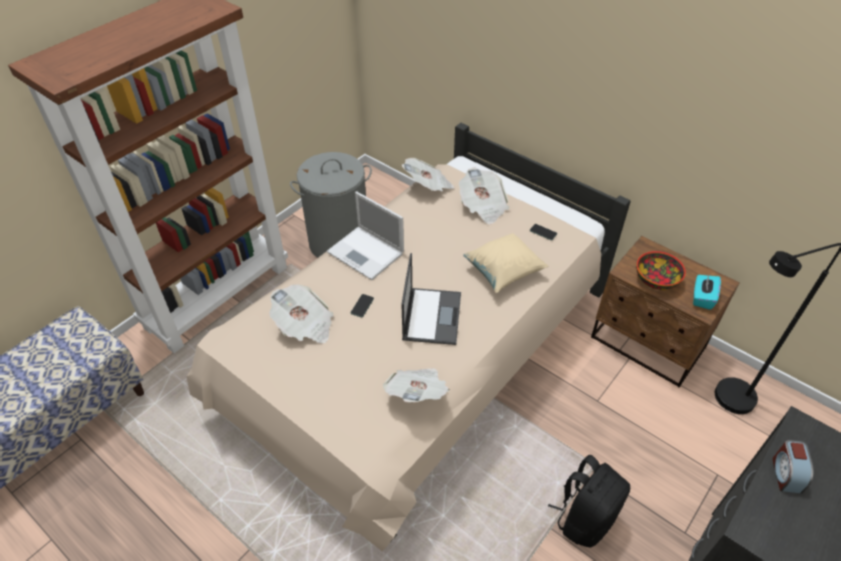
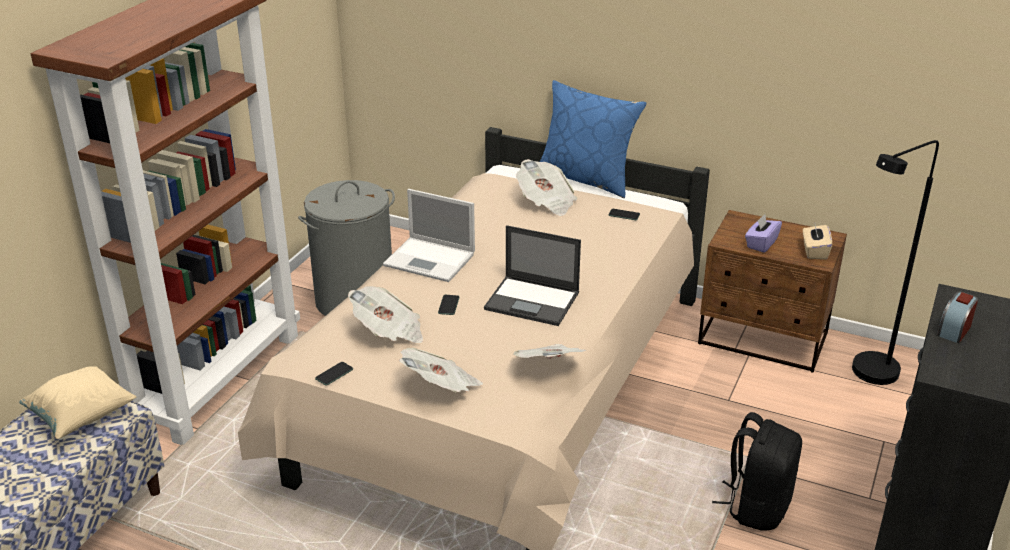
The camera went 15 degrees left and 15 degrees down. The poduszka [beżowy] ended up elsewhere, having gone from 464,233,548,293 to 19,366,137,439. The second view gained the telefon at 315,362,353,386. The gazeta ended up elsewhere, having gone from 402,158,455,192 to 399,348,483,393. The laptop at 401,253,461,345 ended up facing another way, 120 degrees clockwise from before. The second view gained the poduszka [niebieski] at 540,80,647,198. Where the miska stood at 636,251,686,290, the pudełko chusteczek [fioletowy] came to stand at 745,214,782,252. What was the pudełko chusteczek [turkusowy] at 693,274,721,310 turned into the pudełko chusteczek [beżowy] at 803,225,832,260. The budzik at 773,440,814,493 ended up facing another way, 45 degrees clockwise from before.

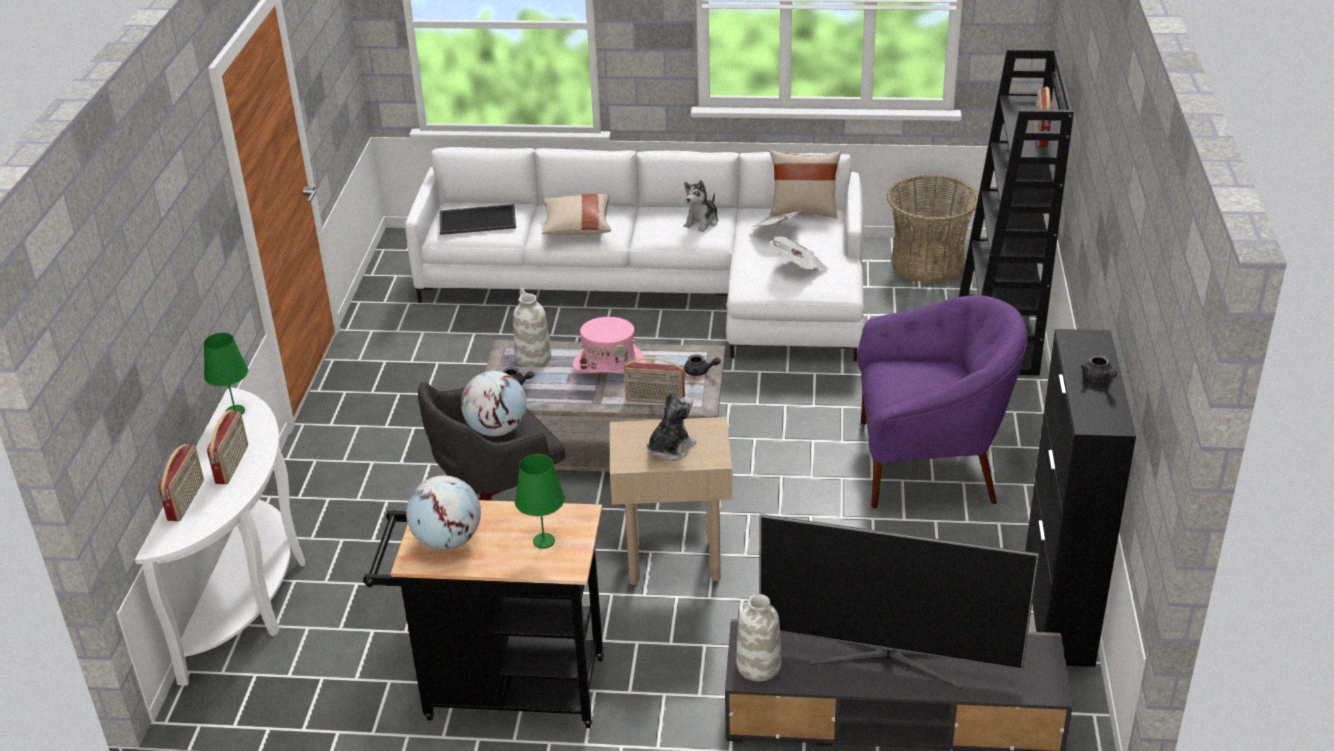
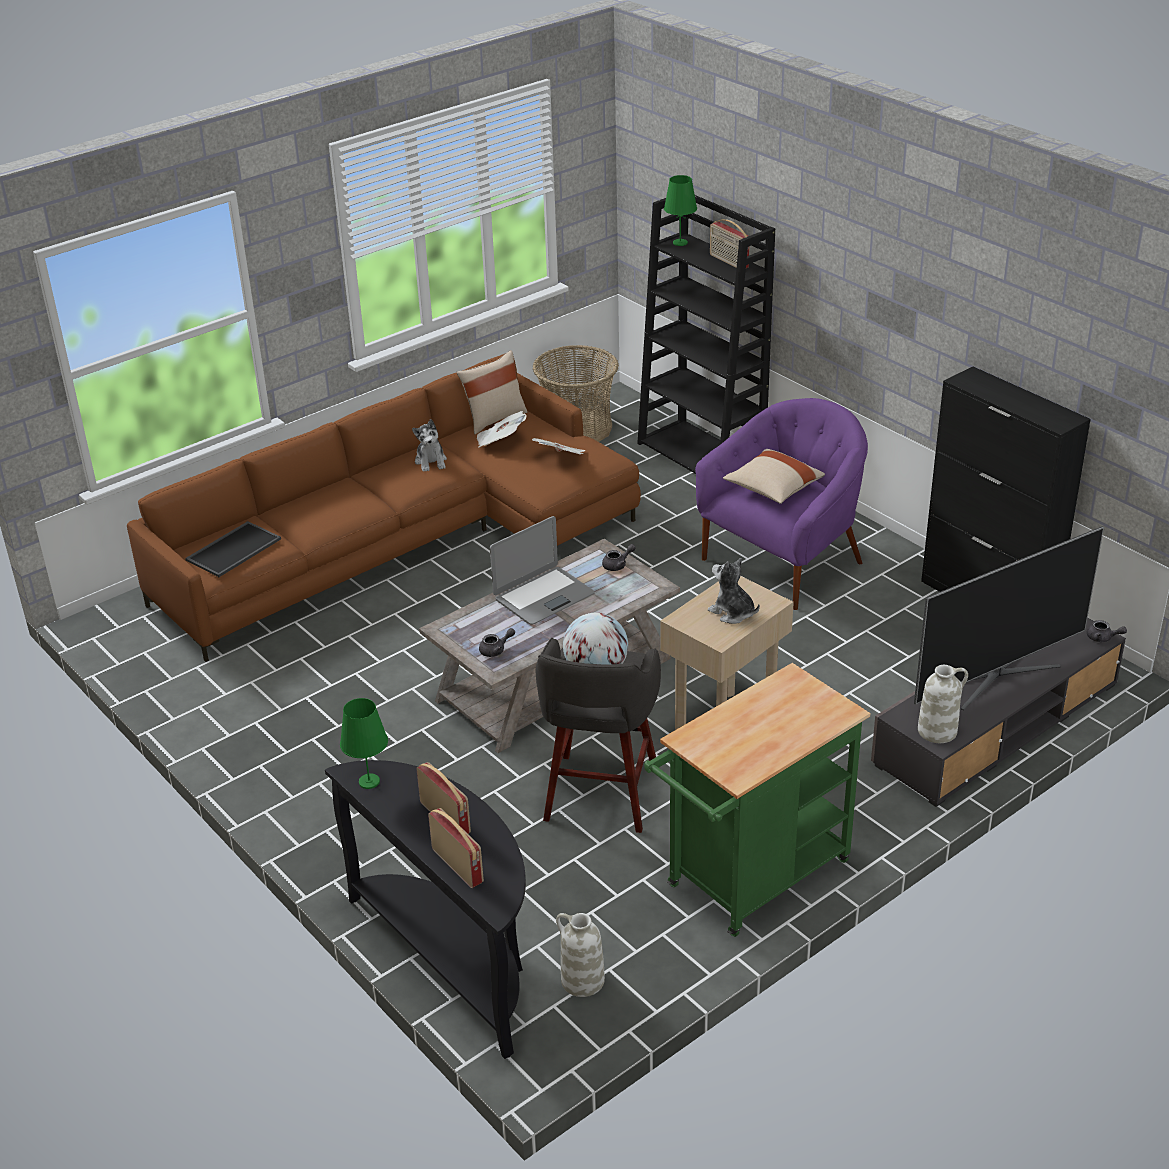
The camera went 45 degrees left and 0 degrees up. What was the kanapa [biały] at 405,147,864,362 turned into the kanapa [brązowy] at 127,353,641,662. What was the stolik konsolowy [biały] at 135,387,305,686 turned into the stolik konsolowy [czarny] at 325,760,526,1059. Where the kapelusz [różowy] stood at 573,317,646,374, the laptop came to stand at 490,516,595,625. The wazon [biały] ended up elsewhere, having gone from 513,288,551,367 to 556,913,605,997. What was the wózek [czarny] at 363,500,604,728 turned into the wózek [zielony] at 644,663,870,937. The lampa stołowa [zielony] ended up elsewhere, having gone from 515,454,565,549 to 664,175,697,246. The pluszak at 647,391,696,461 ended up facing another way, 45 degrees counterclockwise from before. The poduszka [beżowy] ended up elsewhere, having gone from 542,194,611,235 to 723,449,825,504. The imbryk [szary] ended up elsewhere, having gone from 1081,355,1117,381 to 1087,620,1127,642. The second view lost the globus at 406,476,481,550. The second view lost the radio at 624,357,685,404.

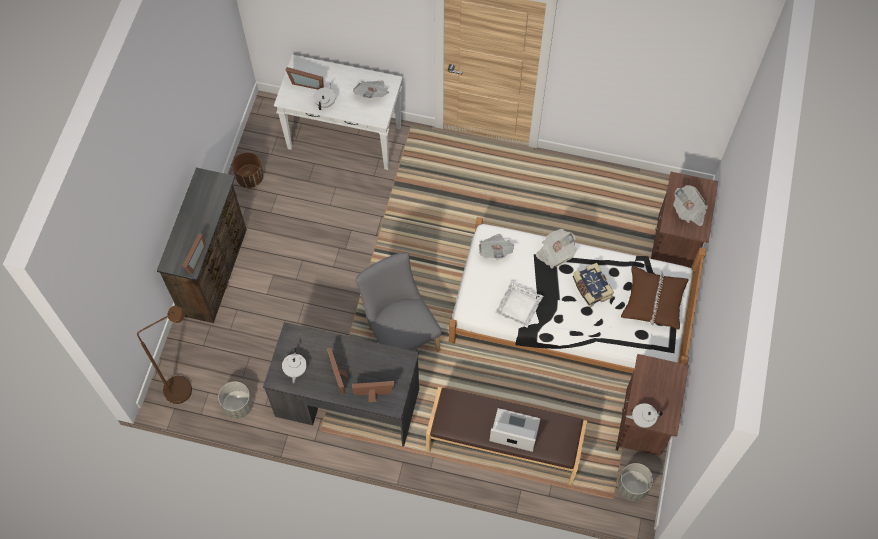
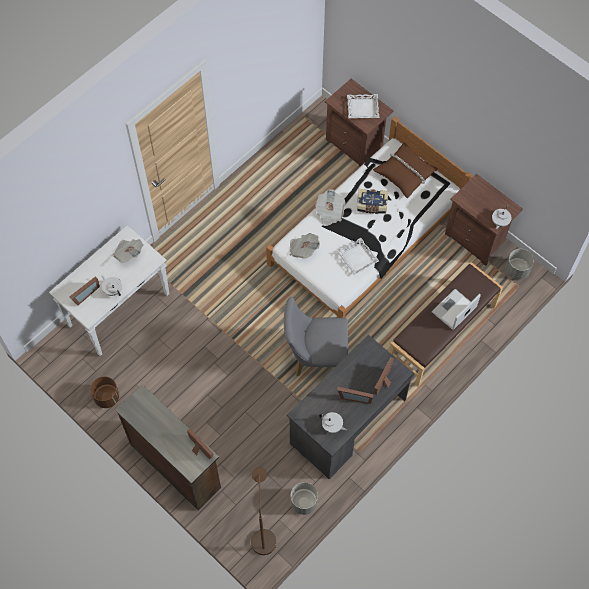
The camera went 60 degrees left and 0 degrees up. Where the gazeta stood at 673,185,708,226, the taca [biały] came to stand at 347,94,379,118.

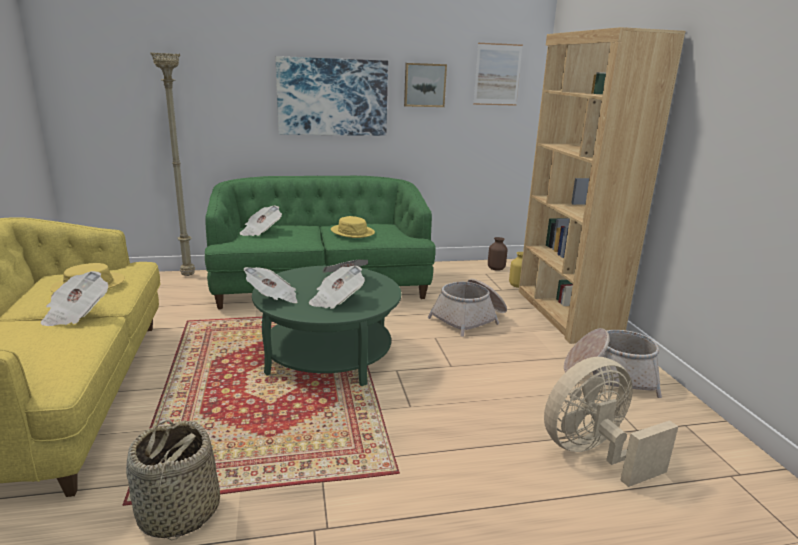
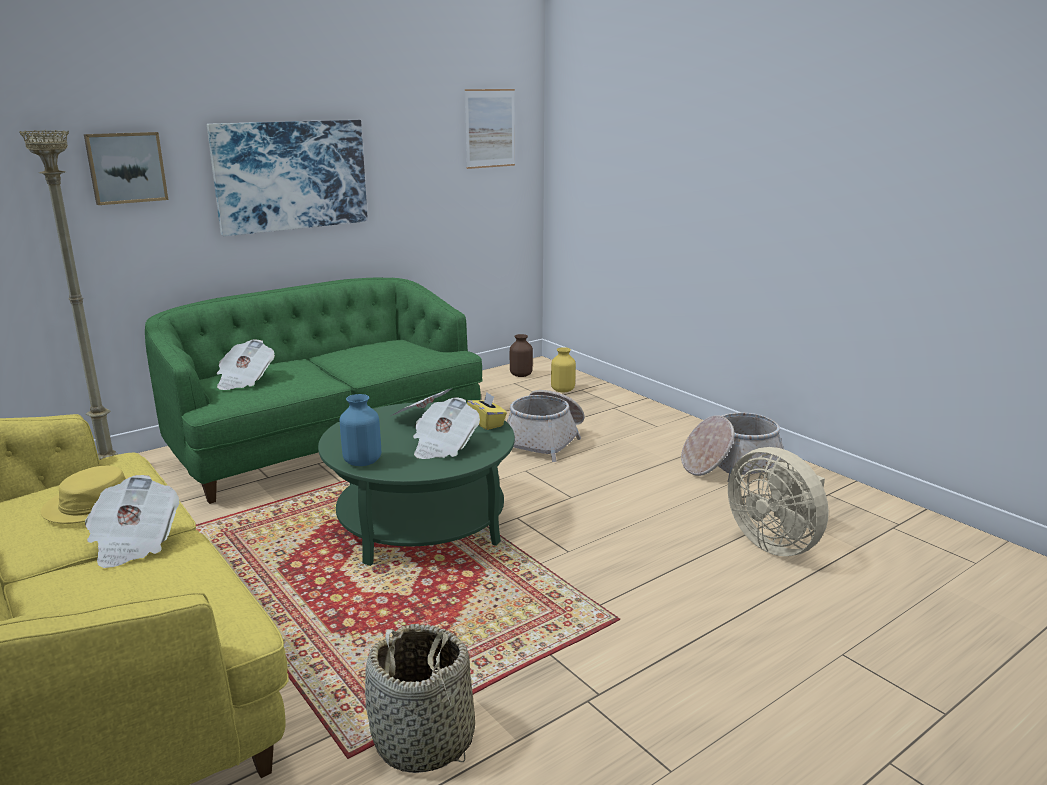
The camera went 25 degrees left and 0 degrees up. The obraz ended up elsewhere, having gone from 404,63,447,107 to 84,132,168,205. Where the gazeta stood at 244,267,297,303, the wazon [niebieski] came to stand at 340,394,381,466. The second view gained the pudełko chusteczek [żółty] at 467,392,507,430. The wentylator [beżowy] at 544,357,678,487 ended up facing another way, 75 degrees counterclockwise from before. The second view lost the kapelusz [żółty] at 331,216,375,238. The second view lost the regał [brązowy] at 519,27,686,344.

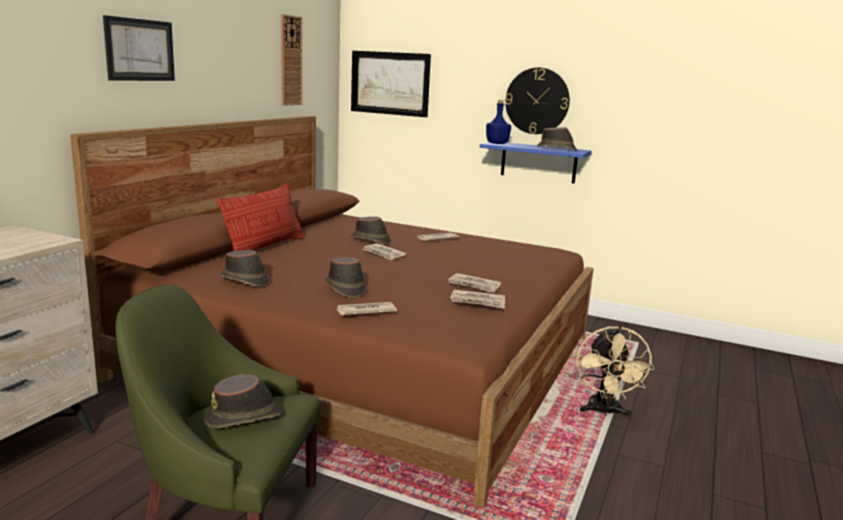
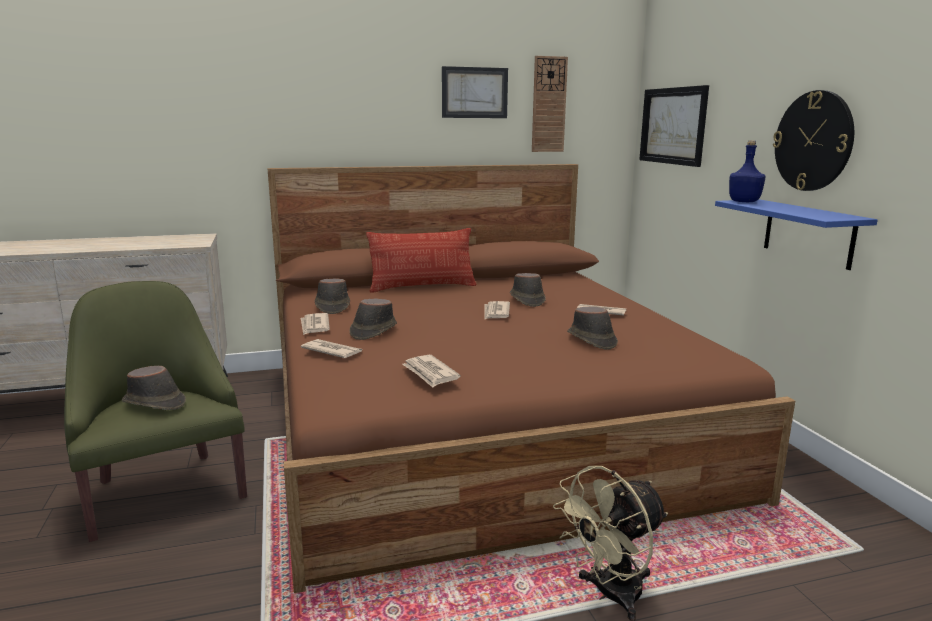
The camera went 50 degrees right and 0 degrees up. The gazeta ended up elsewhere, having gone from 448,273,501,293 to 301,313,330,335. The obraz ended up elsewhere, having gone from 103,15,175,81 to 442,66,508,118. The kapelusz [brązowy] ended up elsewhere, having gone from 537,127,577,151 to 567,307,618,350.

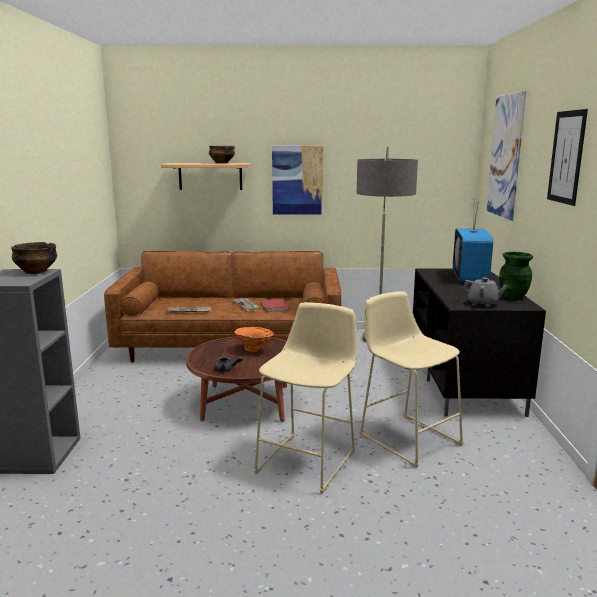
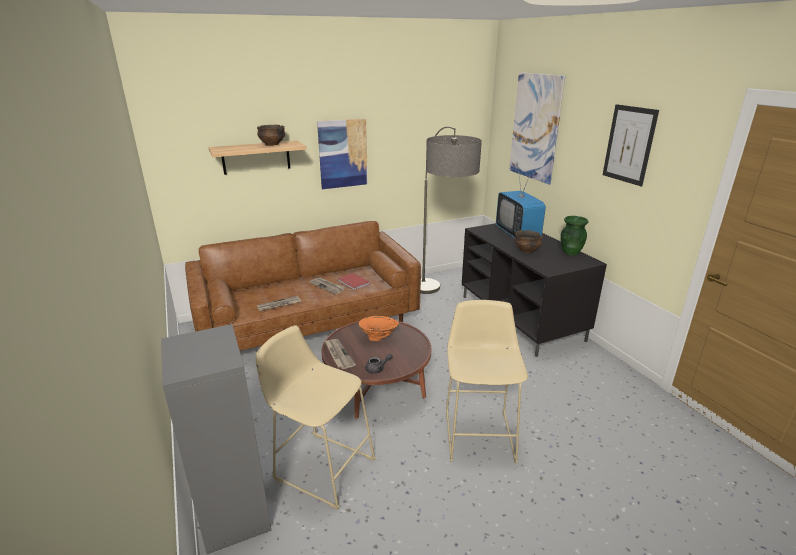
The camera went 25 degrees left and 10 degrees up. The stołek [beżowy] ended up elsewhere, having gone from 359,291,464,468 to 256,325,376,510. The second view gained the gazeta at 324,339,356,369. The miska ended up elsewhere, having gone from 11,242,57,274 to 515,230,543,253. The second view lost the imbryk [szary] at 462,277,508,307.

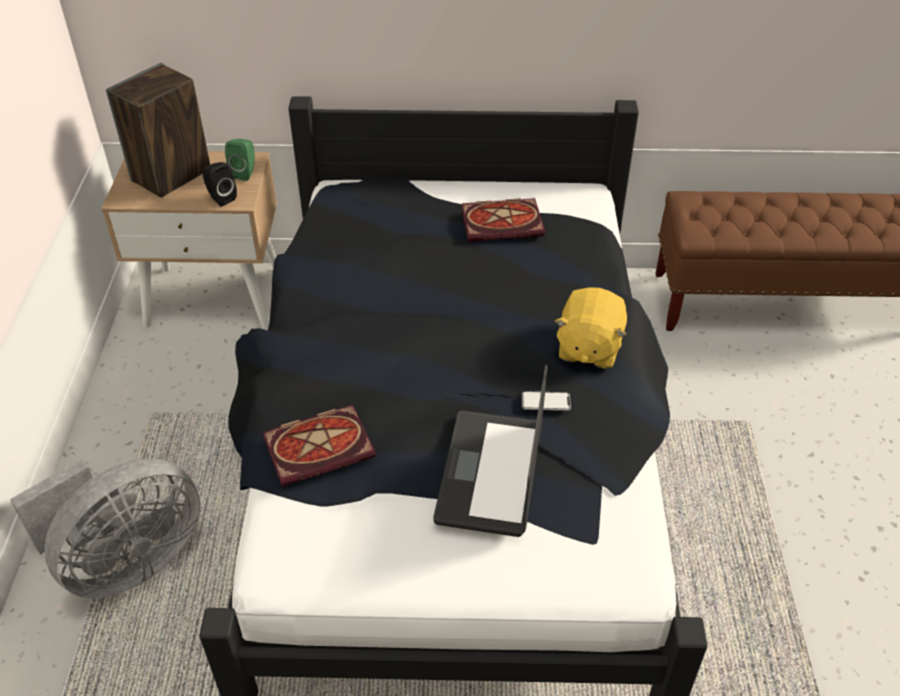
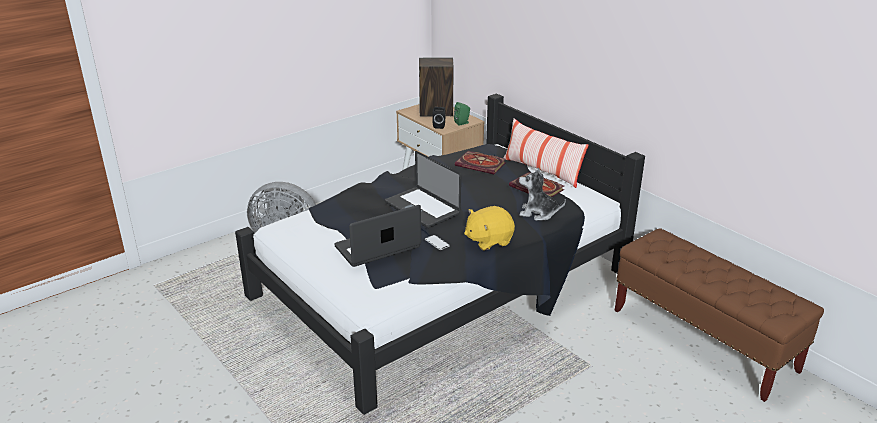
The camera went 50 degrees right and 15 degrees down. The second view gained the laptop at 385,151,461,228. The książka ended up elsewhere, having gone from 263,405,376,487 to 455,151,506,174. The second view gained the poduszka at 504,118,588,188. The second view gained the pluszak at 519,168,566,221.

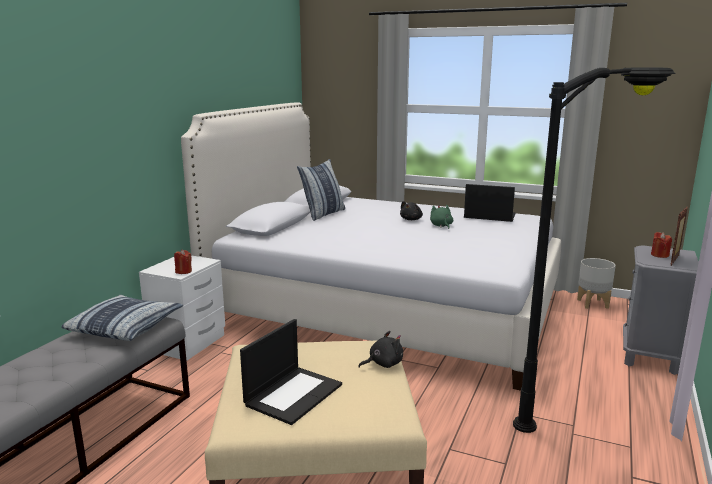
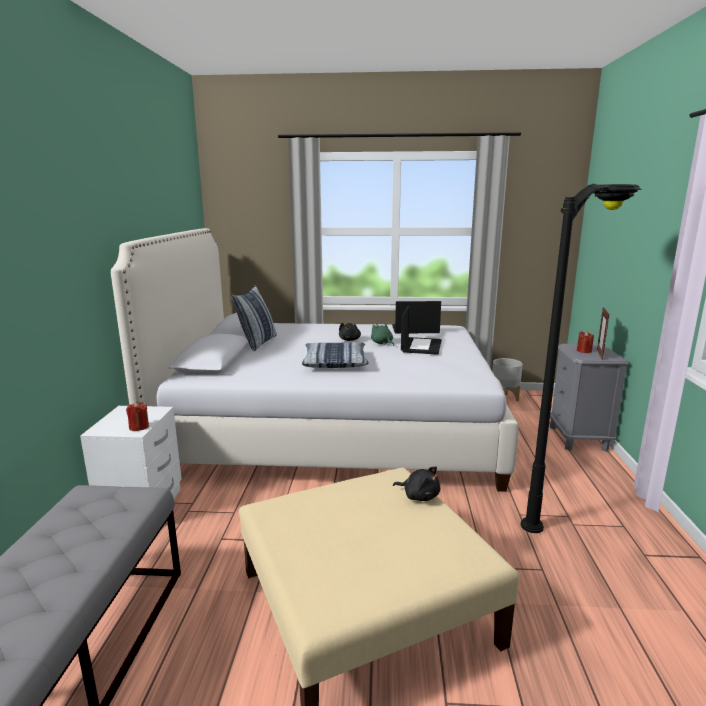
The camera went 20 degrees left and 0 degrees up. The poduszka ended up elsewhere, having gone from 61,295,183,341 to 302,342,369,368. The pluszak [czarny] at 358,331,403,368 ended up facing another way, 75 degrees clockwise from before. The laptop ended up elsewhere, having gone from 240,319,342,425 to 401,305,442,355.

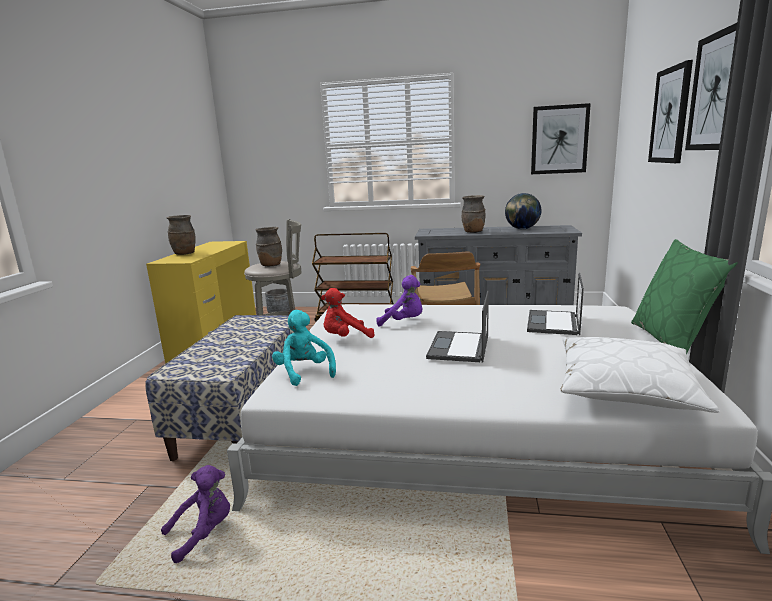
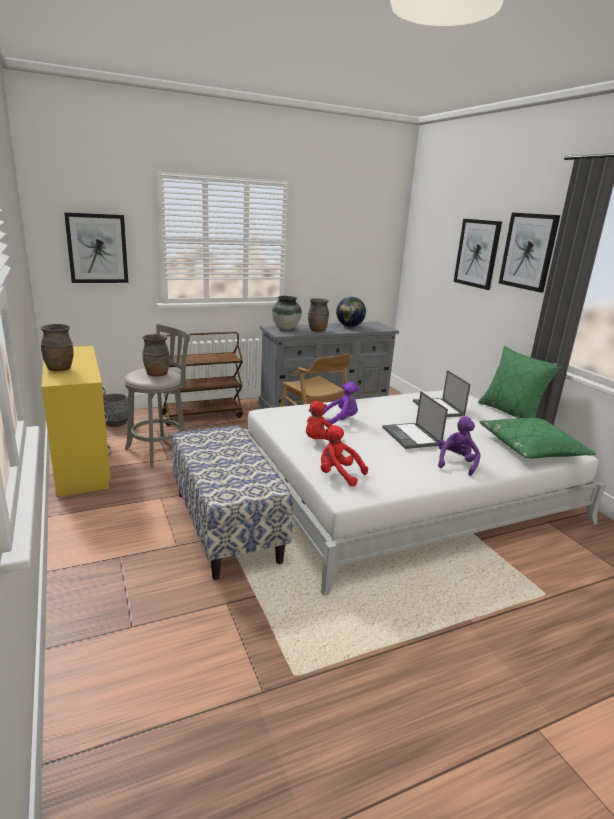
The camera went 35 degrees left and 5 degrees up. The obraz ended up elsewhere, having gone from 531,103,591,174 to 64,212,128,283. The second view gained the wazon at 272,296,302,330. What was the pluszak [turkusowy] at 272,310,336,386 turned into the pluszak [czerwony] at 321,425,368,486. The pluszak [fioletowy] ended up elsewhere, having gone from 161,465,230,563 to 438,416,480,476. What was the poduszka [biały] at 560,337,720,413 turned into the poduszka [zielony] at 479,418,596,458.

